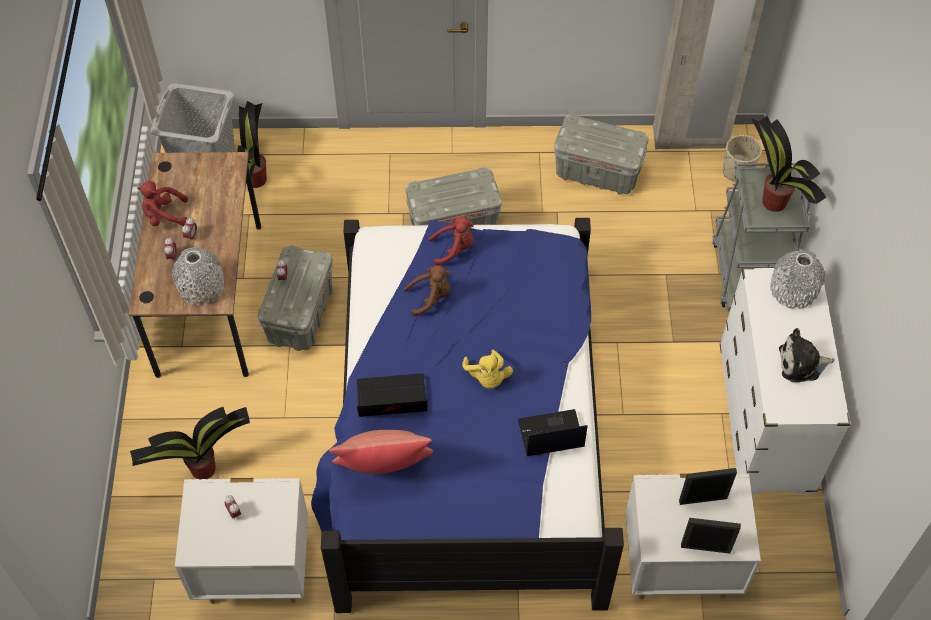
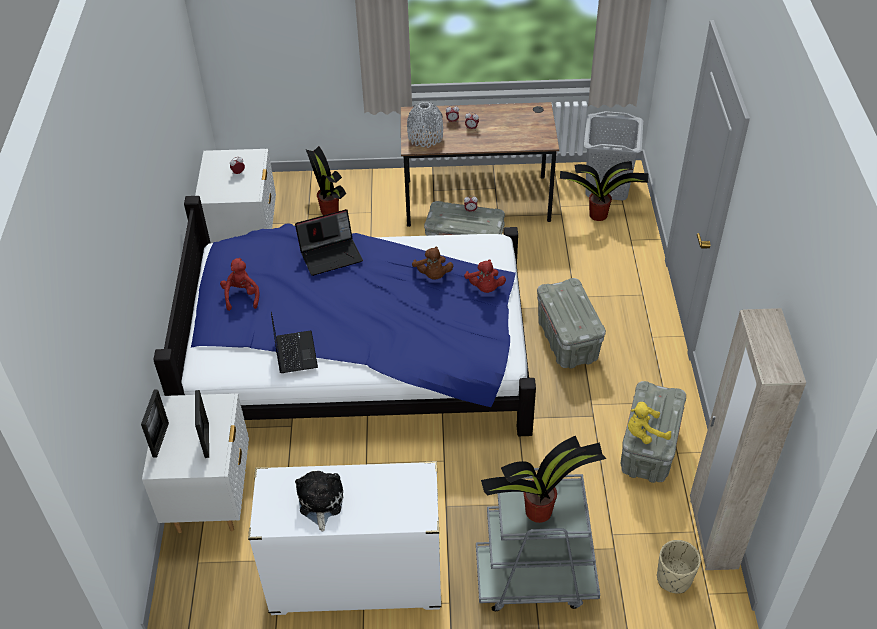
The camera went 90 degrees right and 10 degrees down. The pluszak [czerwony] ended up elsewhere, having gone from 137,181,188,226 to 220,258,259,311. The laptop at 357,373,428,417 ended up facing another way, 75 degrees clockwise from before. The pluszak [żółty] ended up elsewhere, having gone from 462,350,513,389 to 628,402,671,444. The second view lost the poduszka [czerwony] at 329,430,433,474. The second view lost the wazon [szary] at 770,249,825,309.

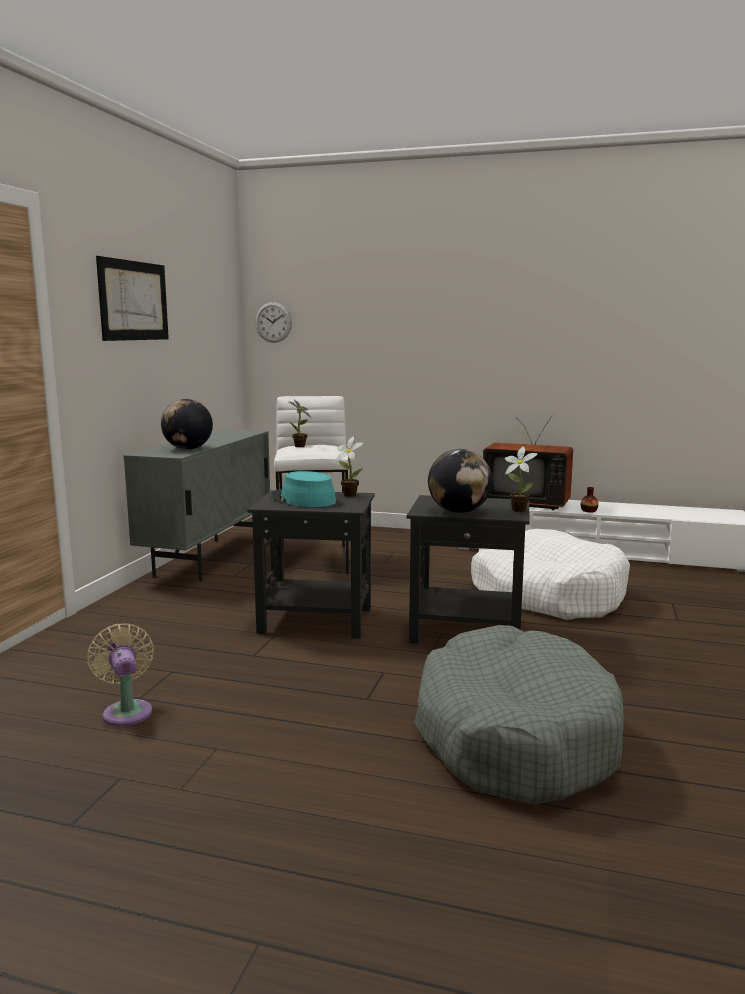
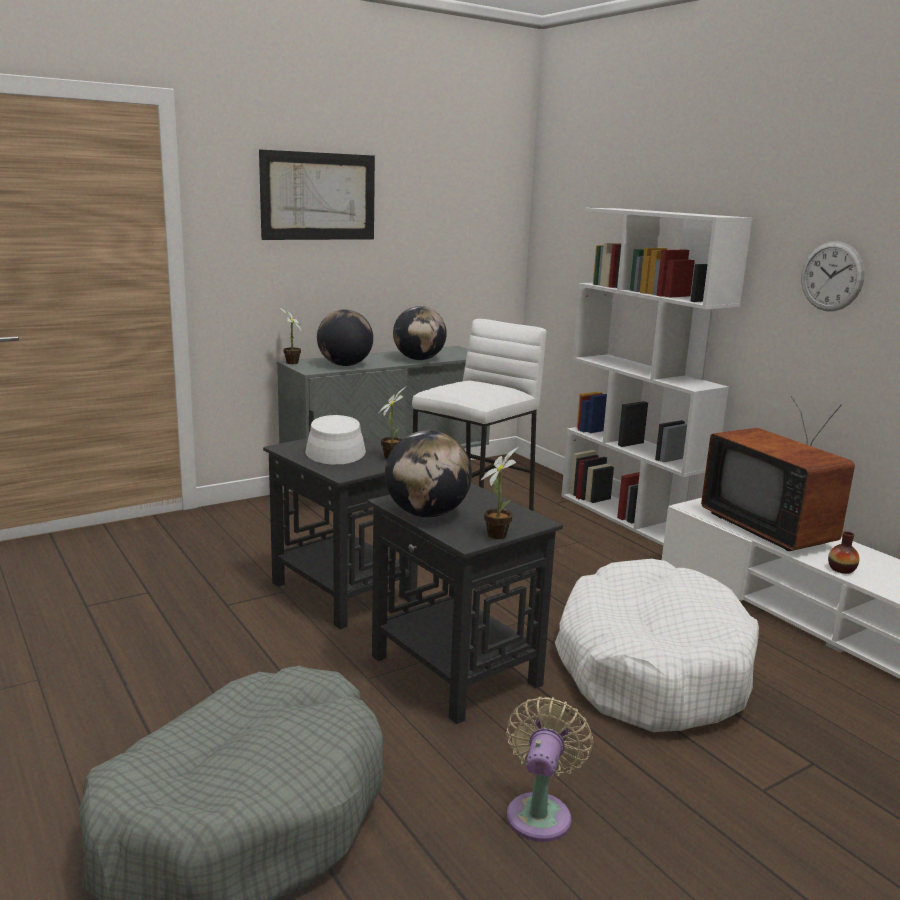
The camera went 40 degrees right and 5 degrees up. The roślina doniczkowa ended up elsewhere, having gone from 289,400,311,447 to 280,308,302,364. What was the kapelusz [turkusowy] at 271,471,336,507 turned into the kapelusz [biały] at 305,415,366,465. The second view gained the globus at 393,306,447,360. The wentylator [beżowy] ended up elsewhere, having gone from 87,624,154,726 to 506,697,593,842. The second view gained the regał [biały] at 561,208,752,546. The zegar ścienny ended up elsewhere, having gone from 255,302,292,343 to 801,241,865,311.

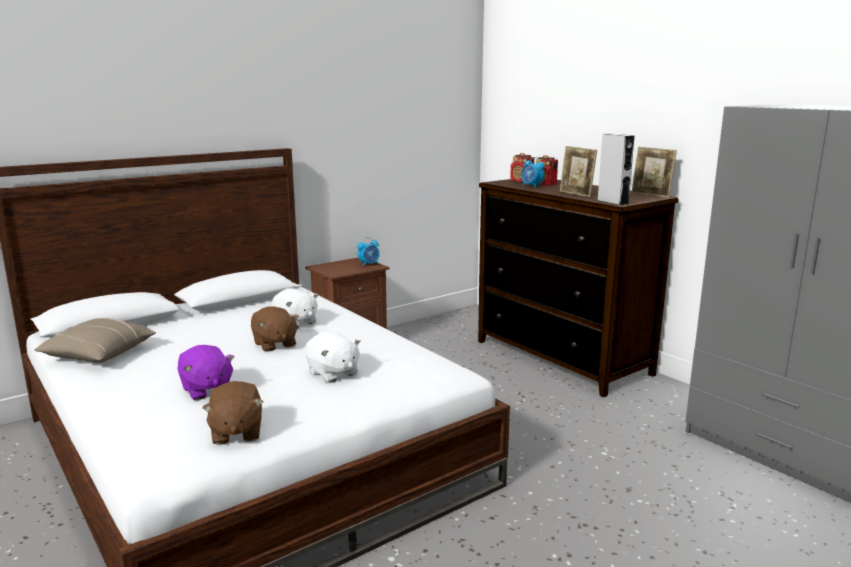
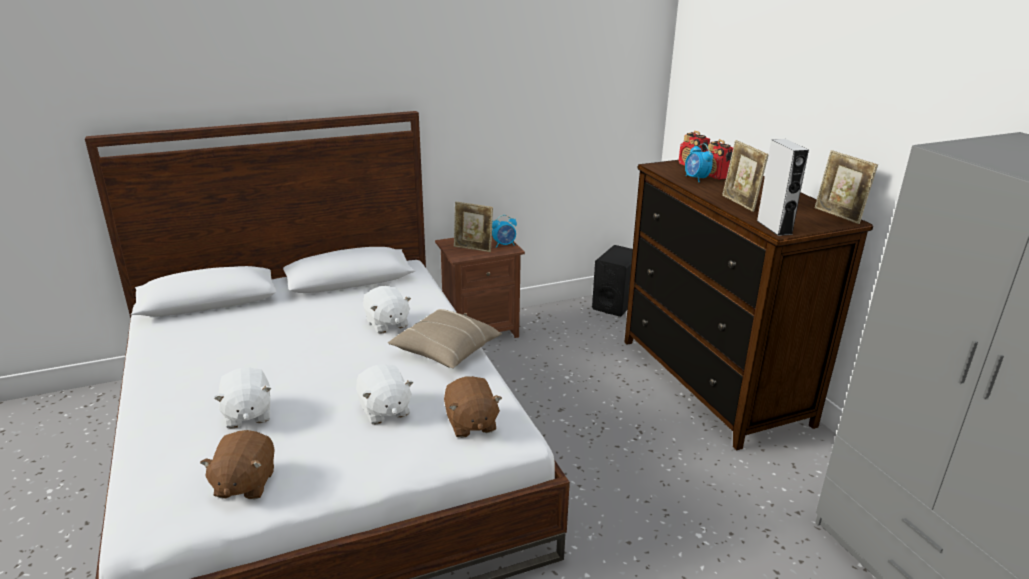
The camera went 15 degrees right and 10 degrees up. What was the pluszak [fioletowy] at 177,345,234,400 turned into the pluszak [biały] at 214,367,272,429. The poduszka [beżowy] ended up elsewhere, having gone from 34,318,156,363 to 388,309,502,368. The pluszak [brązowy] ended up elsewhere, having gone from 251,306,299,352 to 444,376,502,438. The second view gained the ramka na zdjęcie at 454,201,493,252. The second view gained the głośnik [czarny] at 592,245,633,317.

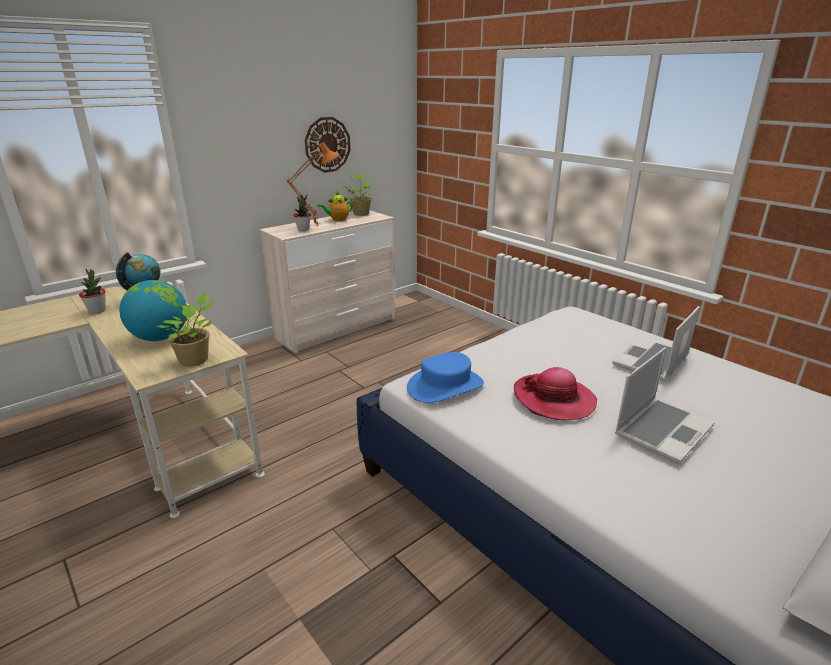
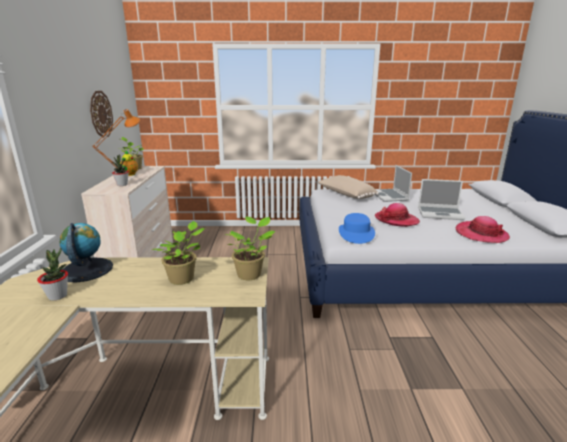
The camera went 50 degrees left and 5 degrees down. Where the globus stood at 119,280,187,341, the roślina doniczkowa came to stand at 151,221,205,285. The second view gained the poduszka [beżowy] at 318,175,379,199. The laptop at 615,347,715,464 ended up facing another way, 105 degrees clockwise from before. The second view gained the kapelusz at 456,216,510,243.

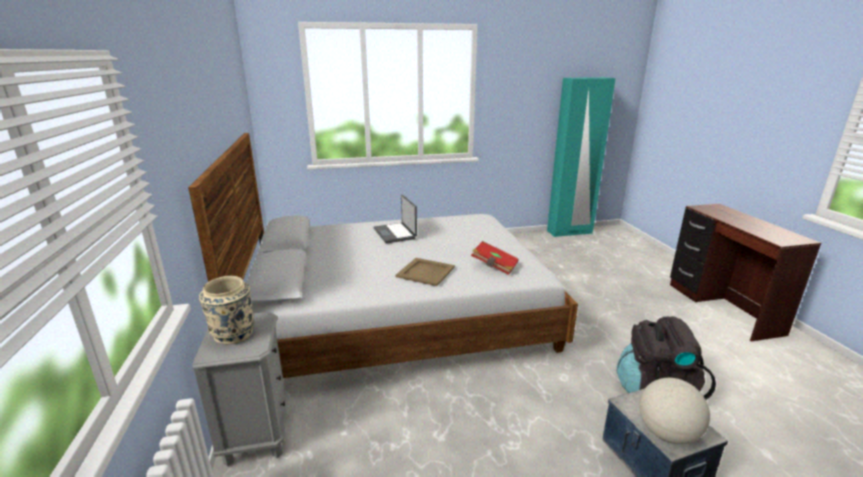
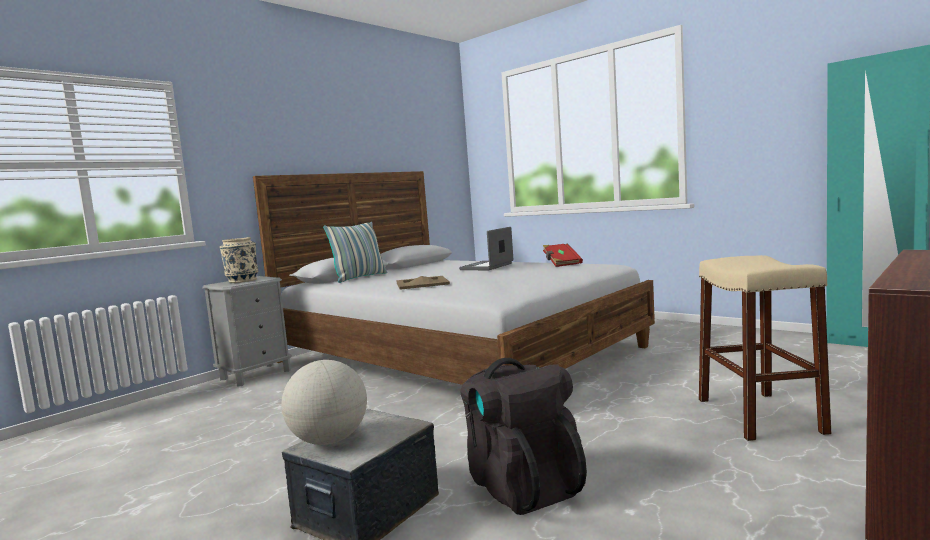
The camera went 55 degrees right and 15 degrees down. The second view gained the poduszka at 323,222,387,283. The książka [czerwony] ended up elsewhere, having gone from 471,241,519,275 to 543,243,583,267. The second view gained the stołek [beżowy] at 699,255,831,441.

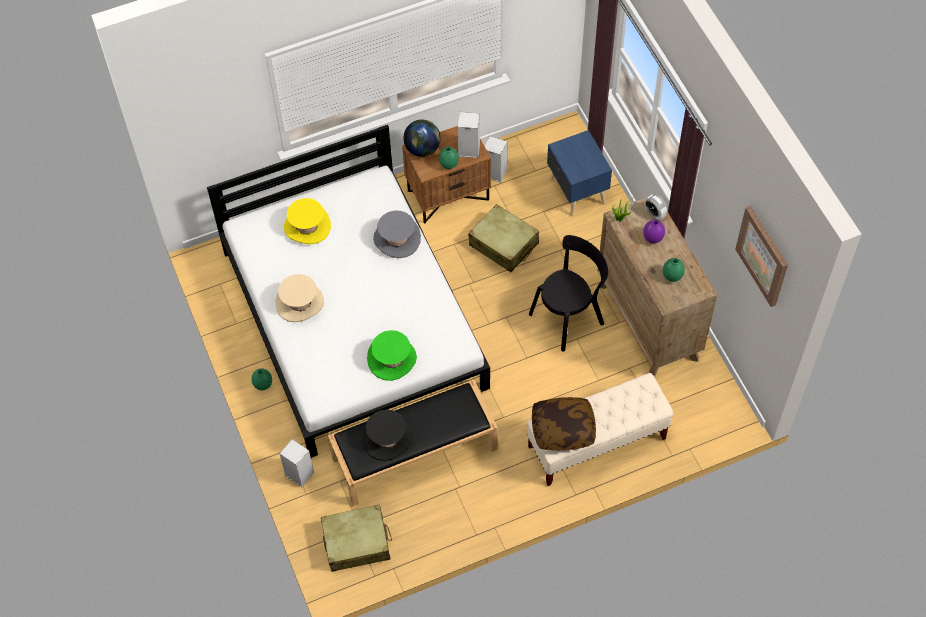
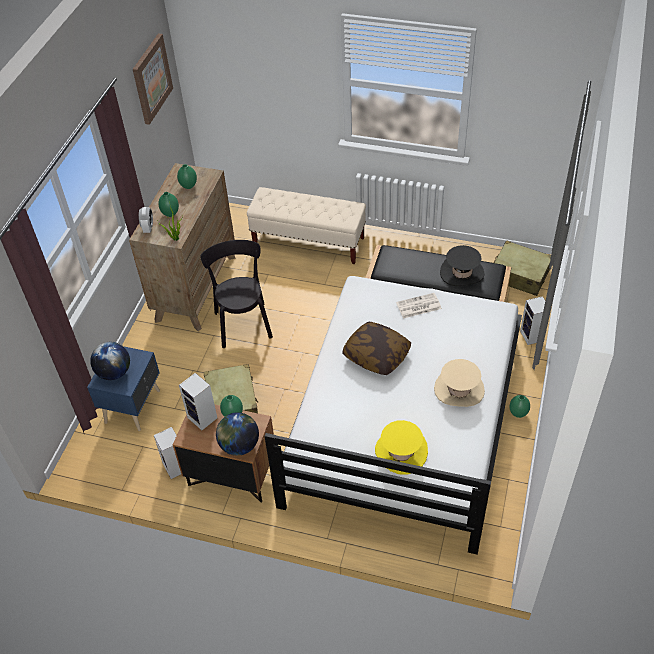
The camera went 140 degrees left and 10 degrees down. The second view gained the globus at 90,342,130,380. What was the wazon [fioletowy] at 643,220,665,243 turned into the wazon [zielony] at 158,192,179,217. The krzesło [czarny] at 529,235,608,352 ended up facing another way, 75 degrees clockwise from before. The poduszka ended up elsewhere, having gone from 532,397,596,451 to 342,321,411,375. Where the kapelusz [zielony] stood at 367,330,417,381, the gazeta came to stand at 396,293,442,318. The second view lost the kapelusz [szary] at 373,211,421,258.

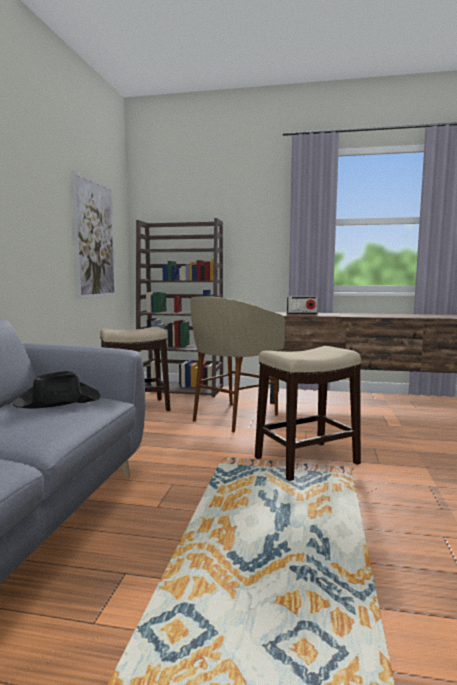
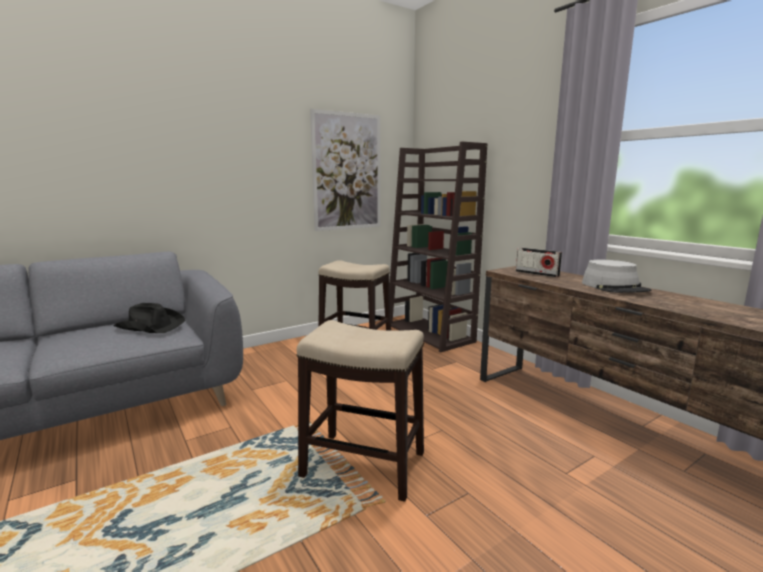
The camera went 45 degrees right and 5 degrees up. The second view gained the kapelusz [szary] at 582,260,652,293. The second view lost the stołek [beżowy] at 190,296,285,432.

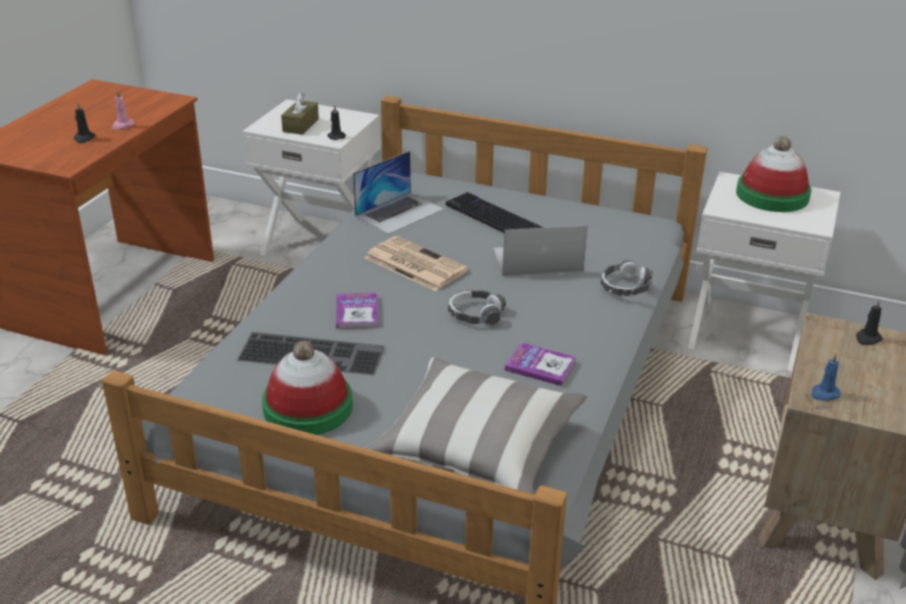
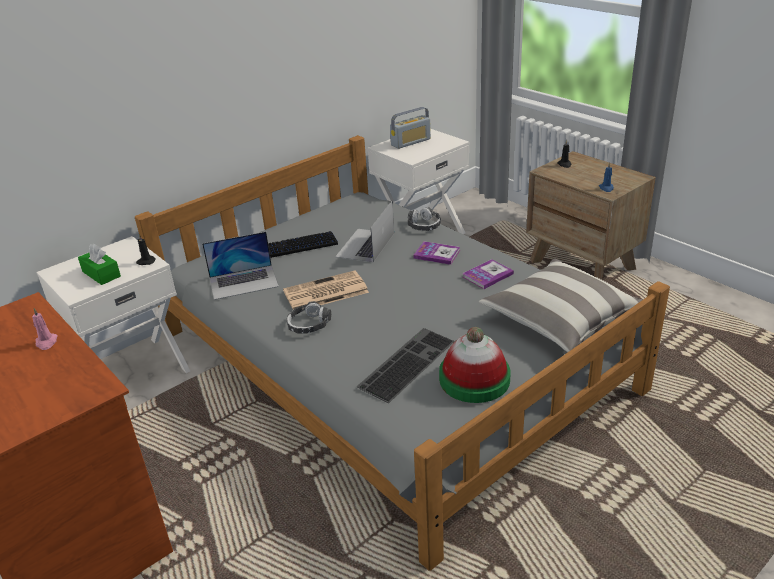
The camera went 60 degrees left and 0 degrees up. What was the pudełko chusteczek [brązowy] at 281,92,319,135 turned into the pudełko chusteczek [zielony] at 78,244,121,285. The laptop at 353,151,444,234 ended up facing another way, 90 degrees clockwise from before. The słuchawki ended up elsewhere, having gone from 448,290,506,325 to 286,301,331,334. Where the kapelusz stood at 736,136,811,212, the radio came to stand at 390,107,431,149. The książka ended up elsewhere, having gone from 336,292,379,329 to 413,241,460,265. The second view lost the świeca [czarny] at 74,103,95,143.

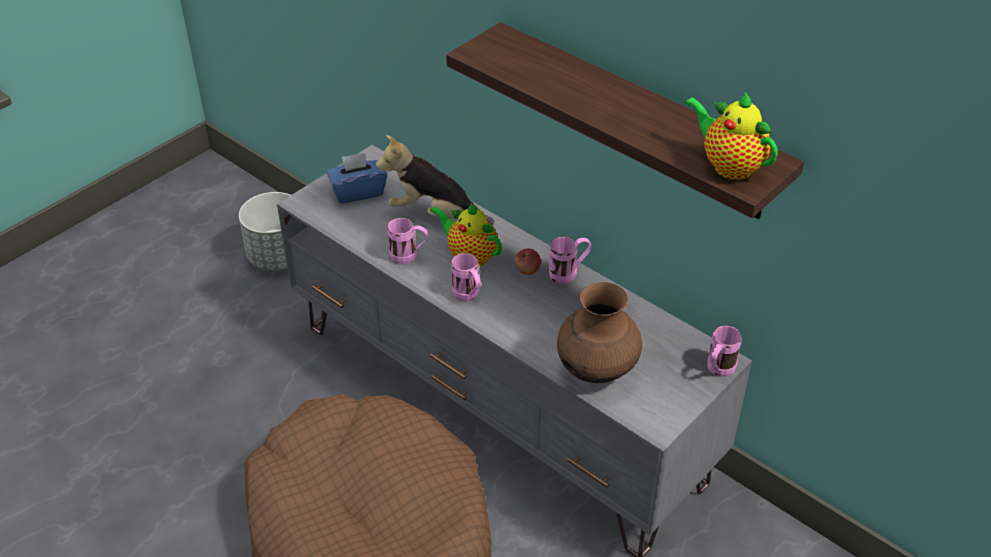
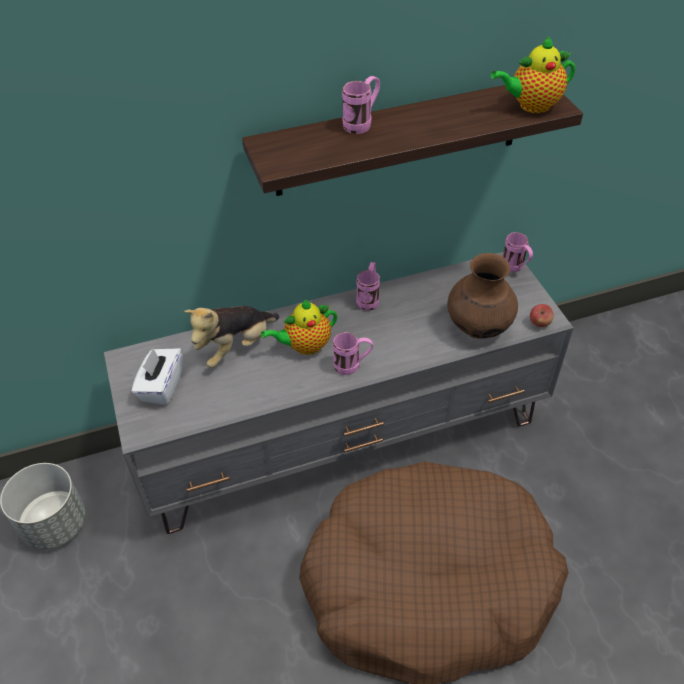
The camera went 60 degrees left and 5 degrees up. What was the pudełko chusteczek [niebieski] at 327,153,387,204 turned into the pudełko chusteczek [biały] at 132,348,183,405. The kubek [różowy] ended up elsewhere, having gone from 387,218,428,265 to 342,76,380,134. The jabłko ended up elsewhere, having gone from 515,248,541,275 to 530,304,554,327.

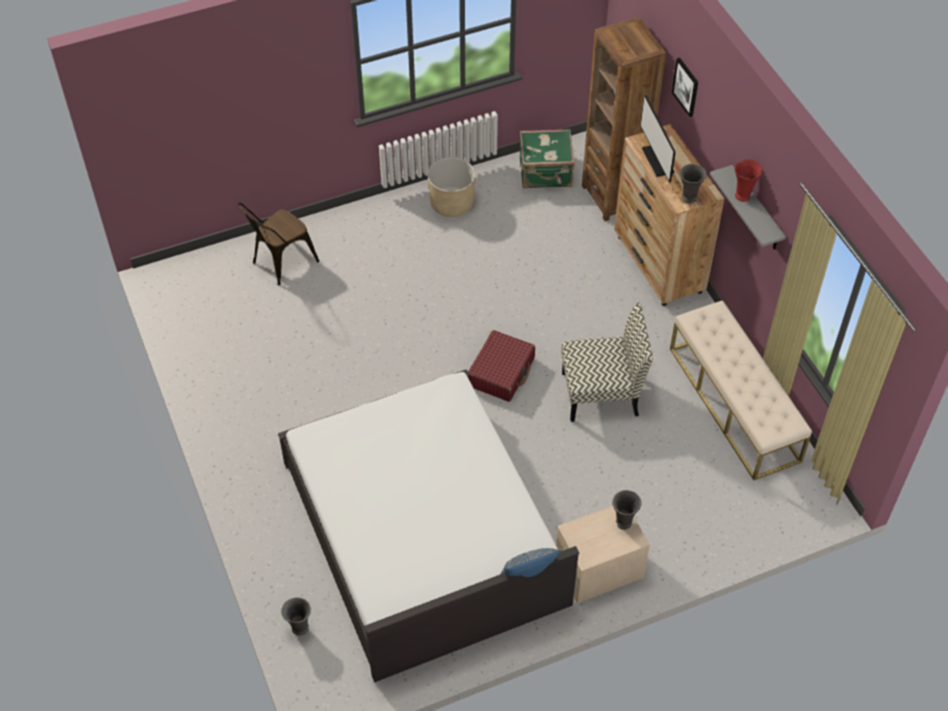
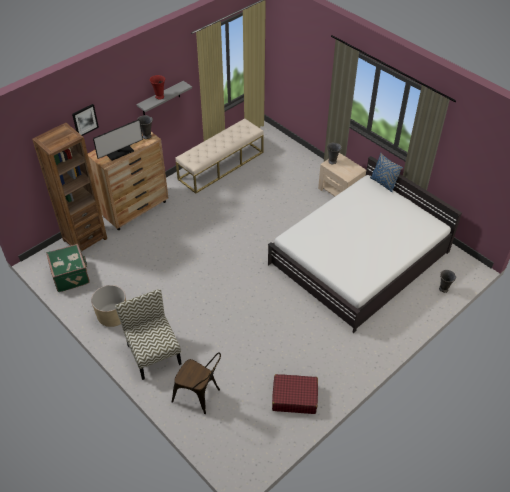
The camera went 110 degrees left and 5 degrees down. The krzesło ended up elsewhere, having gone from 561,303,653,422 to 115,289,182,380. The walizka [czerwony] ended up elsewhere, having gone from 468,330,535,402 to 272,374,318,414.

